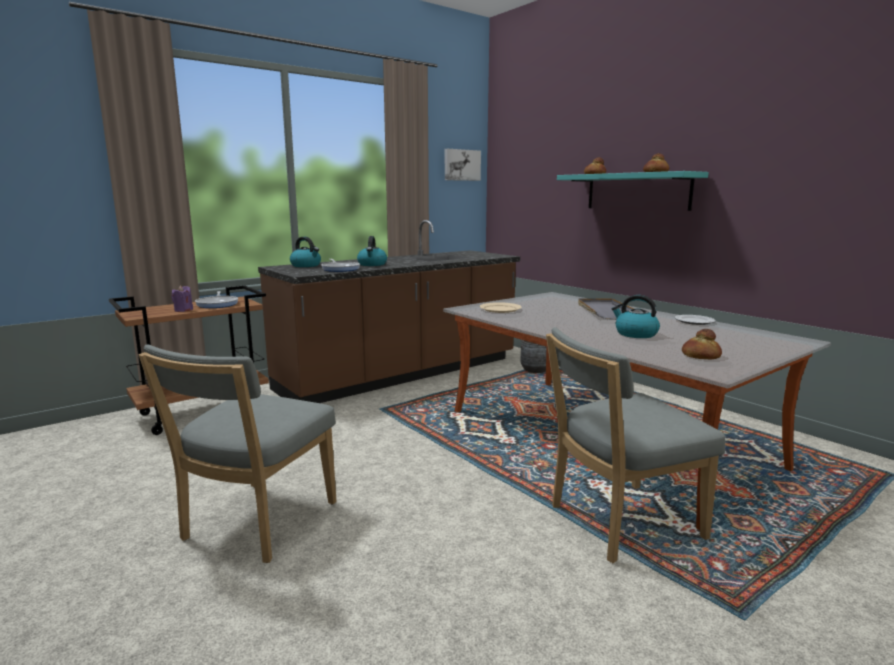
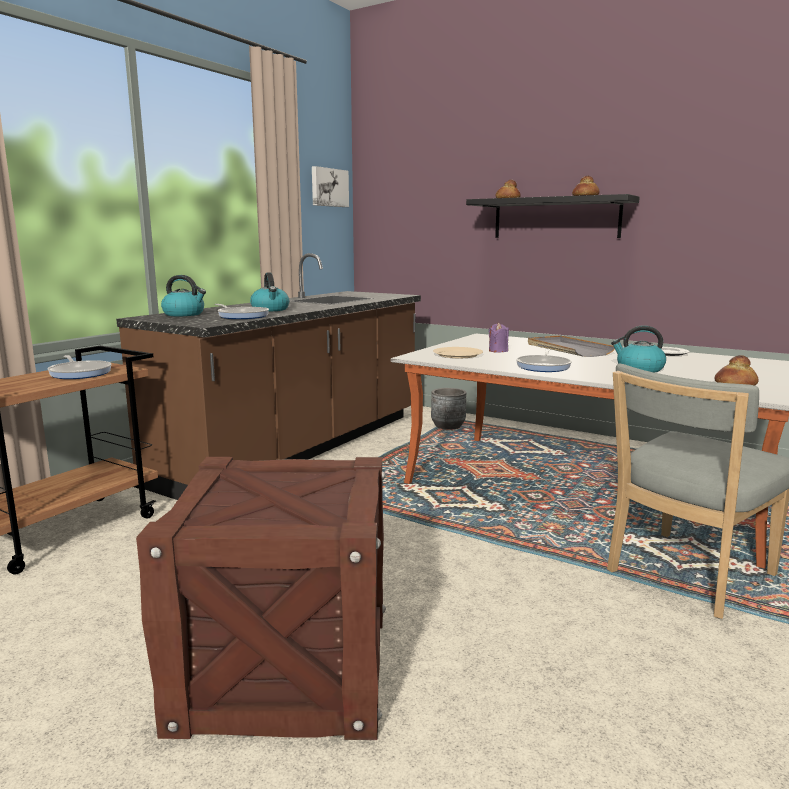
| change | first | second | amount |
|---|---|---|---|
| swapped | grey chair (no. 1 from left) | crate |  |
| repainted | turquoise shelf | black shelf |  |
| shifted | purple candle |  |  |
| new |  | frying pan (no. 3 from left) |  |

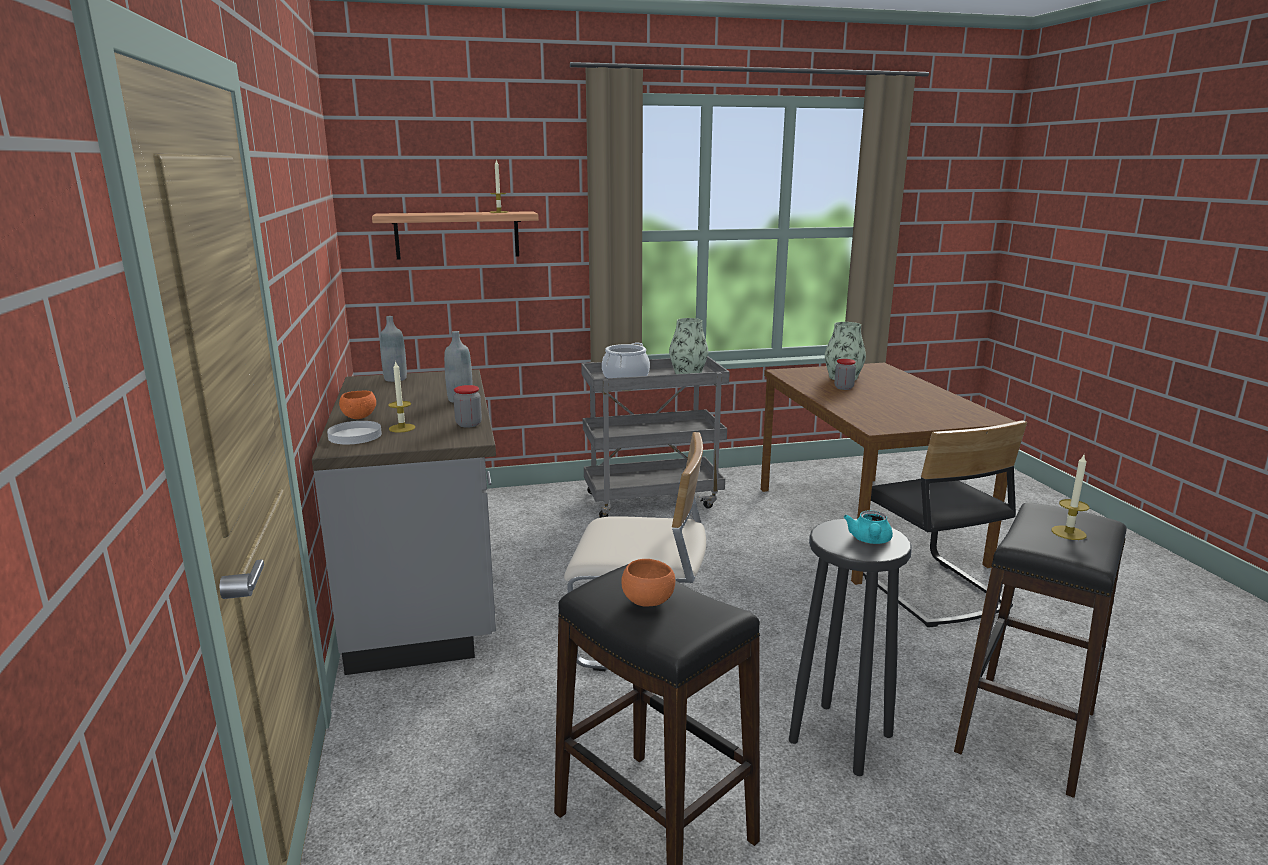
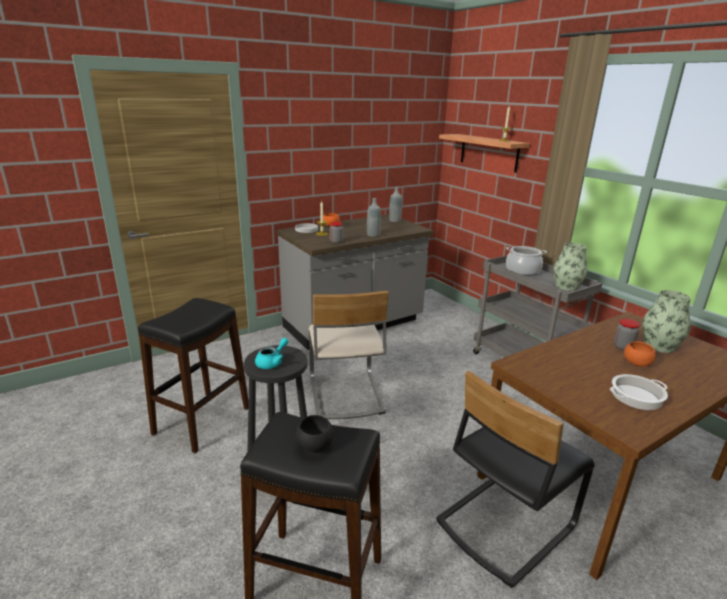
| change | first | second | amount |
|---|---|---|---|
| rotated | turquoise teapot |  | 135 degrees clockwise |
| swapped | candle (no. 3 from left) | black bowl |  |
| new |  | cooking pot (no. 2 from left) |  |
| shifted | orange bowl (no. 2 from left) |  |  |

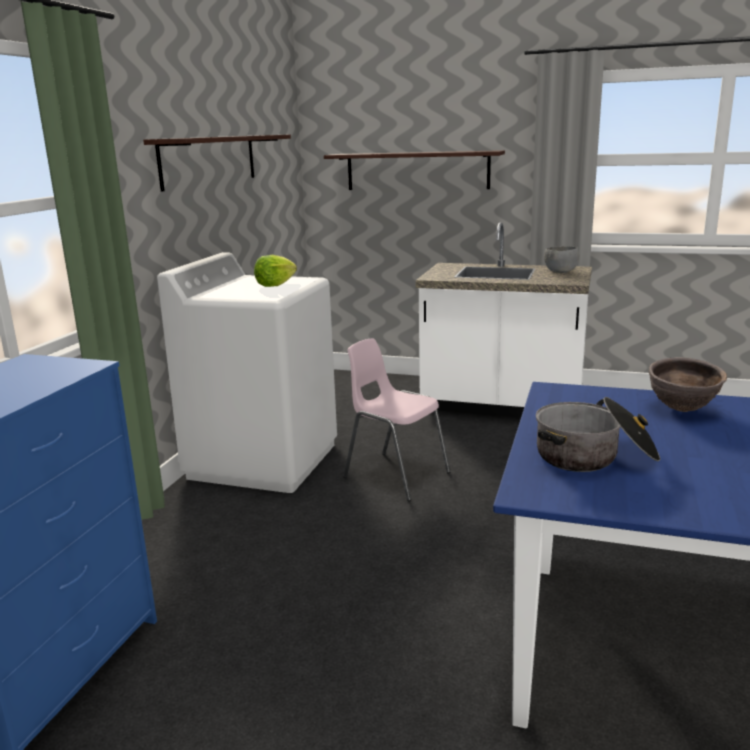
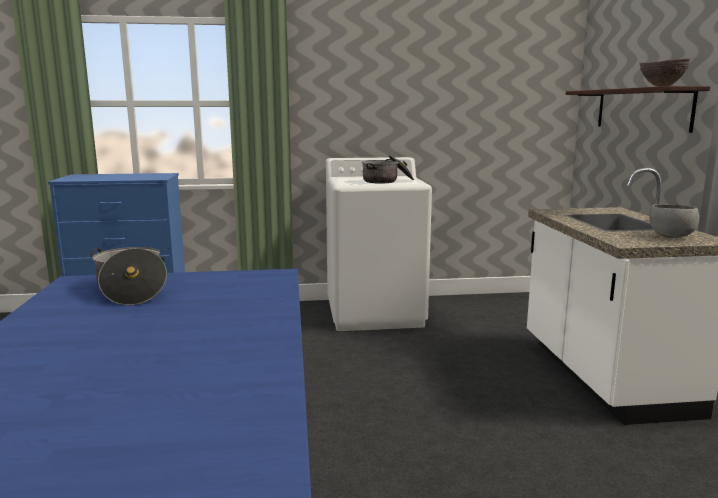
| change | first | second | amount |
|---|---|---|---|
| swapped | lettuce | cooking pot (no. 2 from left) |  |
| shifted | brown bowl |  |  |
| gone | shelf (no. 1 from left) |  |  |
| gone | pink chair |  |  |

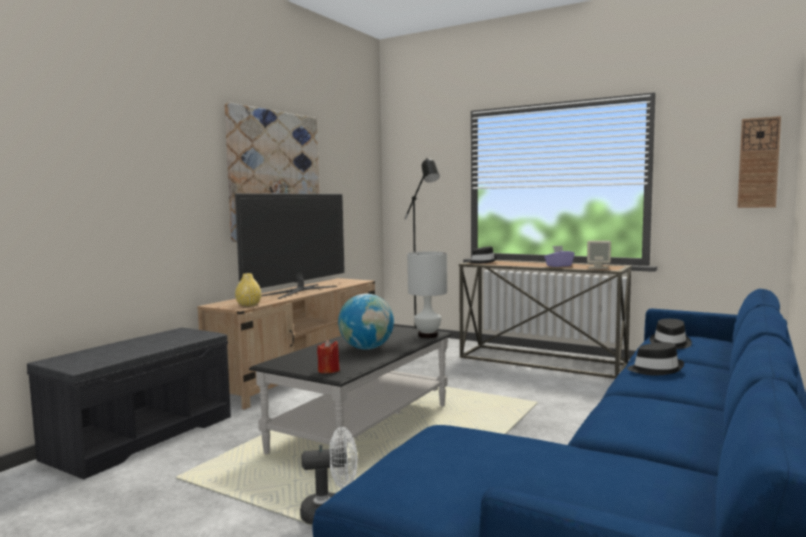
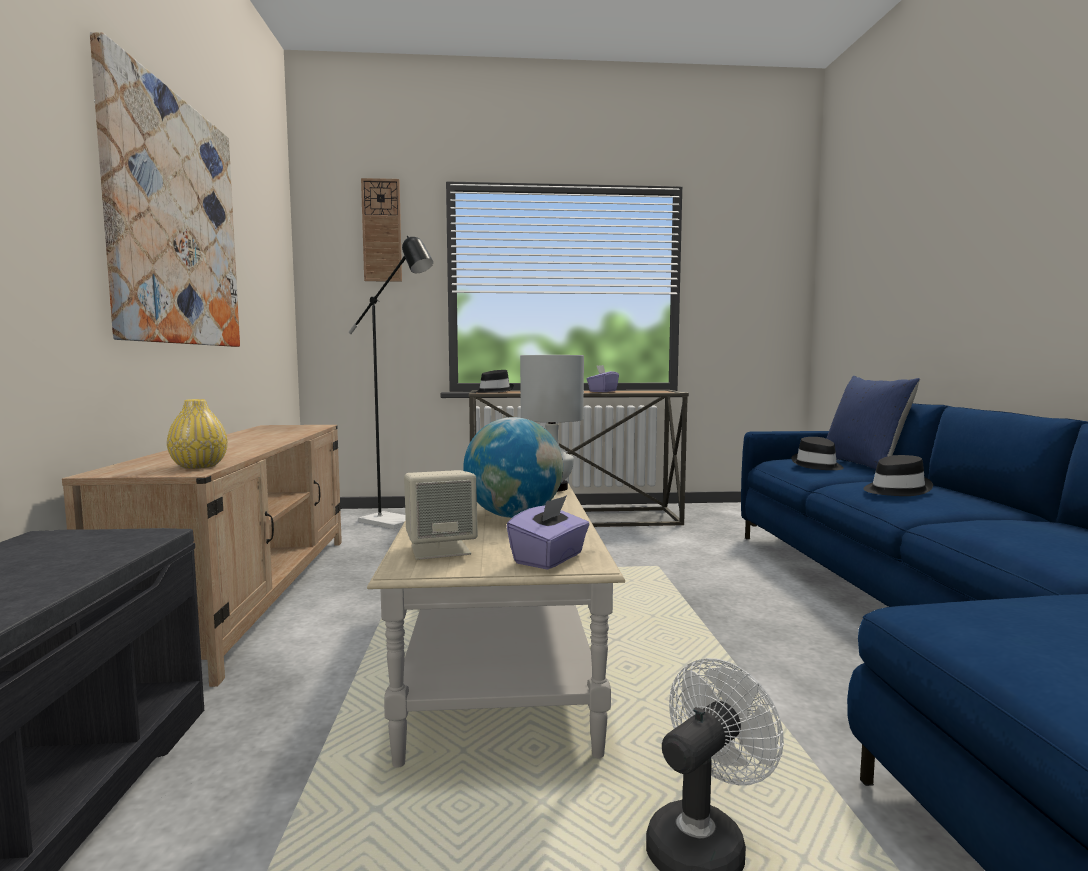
| change | first | second | amount |
|---|---|---|---|
| shifted | wall clock |  |  |
| repainted | black coffee table | beige coffee table |  |
| shifted | beige speaker |  |  |
| swapped | red candle | purple tissue box (no. 1 from left) |  |
| new |  | blue pillow |  |
| gone | television |  |  |

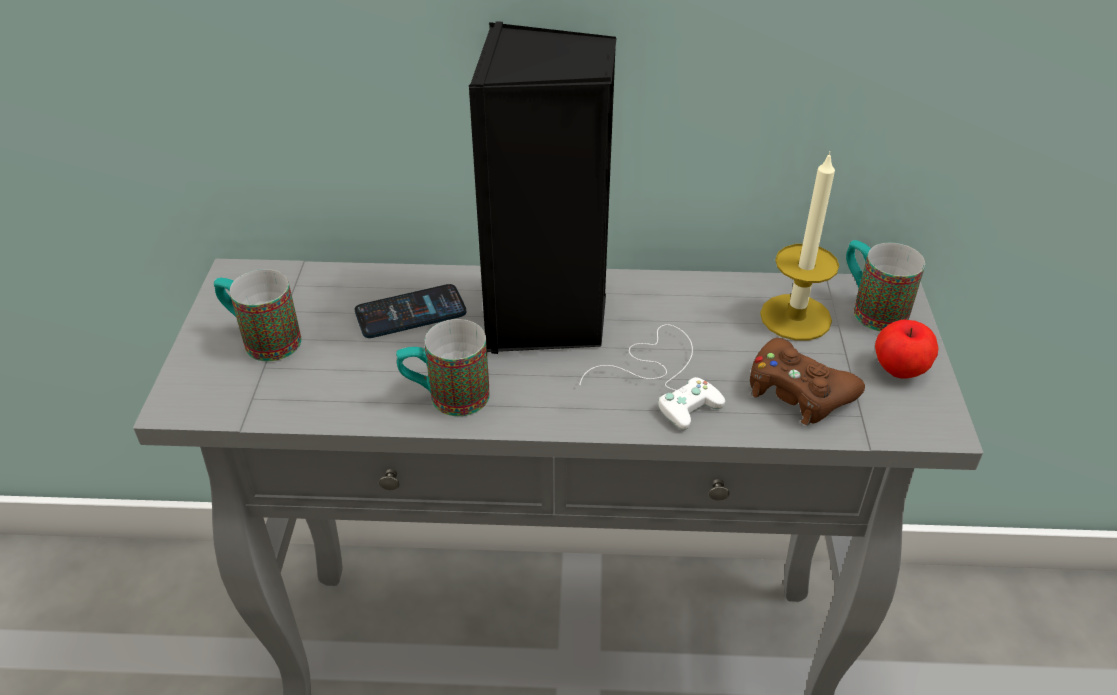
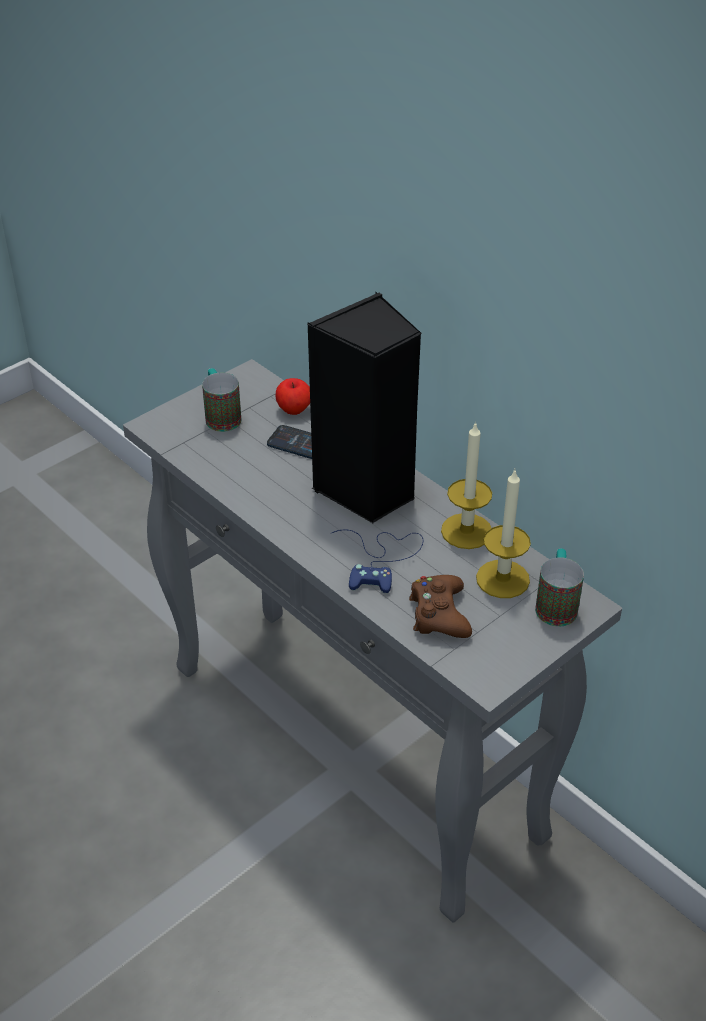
| change | first | second | amount |
|---|---|---|---|
| shifted | apple |  |  |
| repainted | white game controller | blue game controller |  |
| new |  | candle (no. 1 from left) |  |
| gone | mug (no. 2 from left) |  |  |

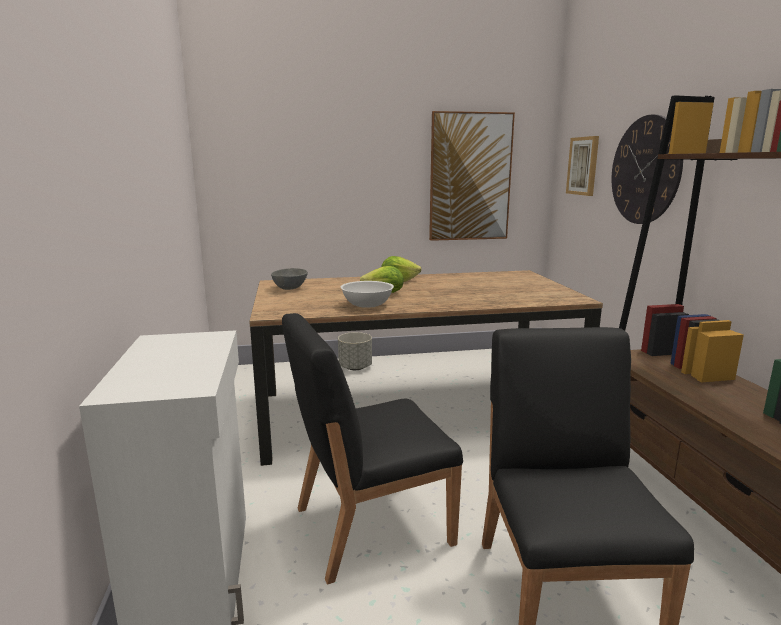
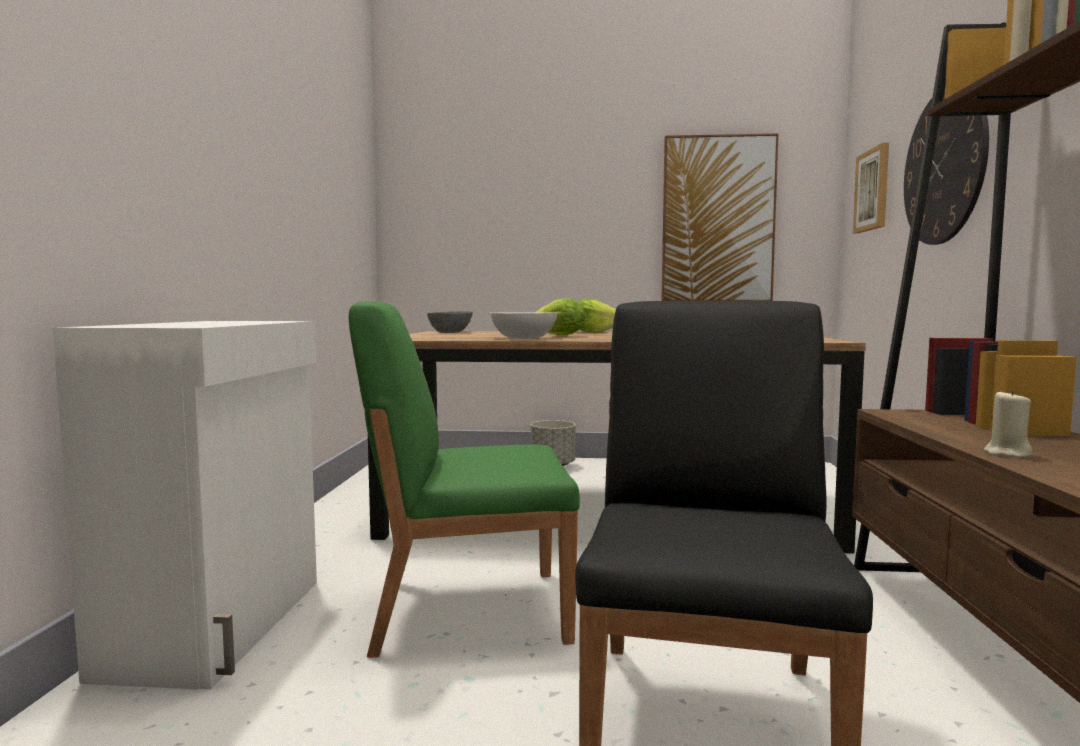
| change | first | second | amount |
|---|---|---|---|
| repainted | black chair (no. 1 from left) | green chair |  |
| new |  | beige candle |  |

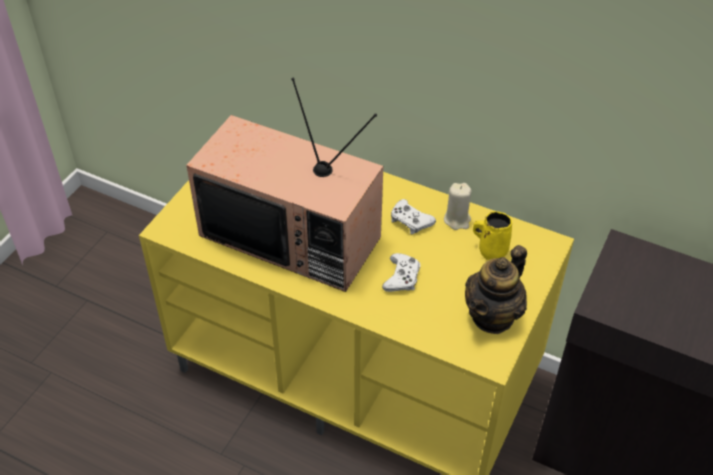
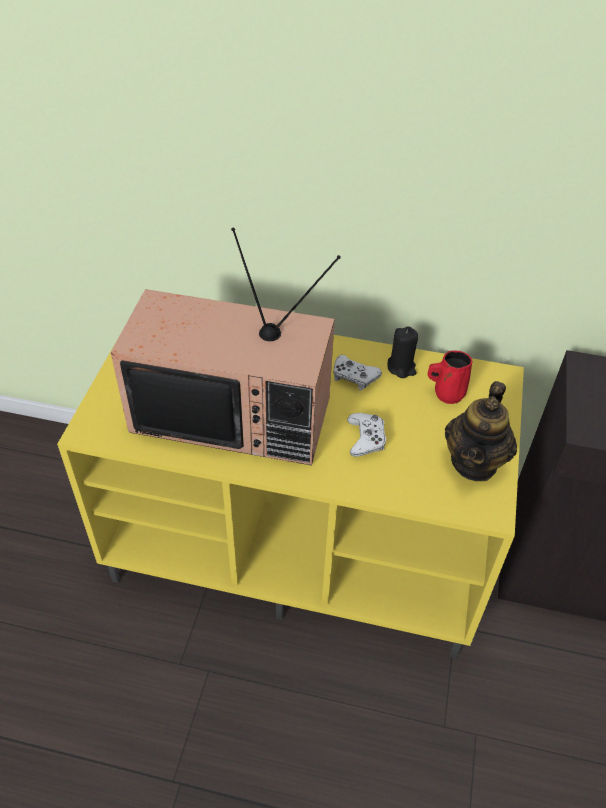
| change | first | second | amount |
|---|---|---|---|
| repainted | beige candle | black candle |  |
| repainted | yellow mug | red mug |  |

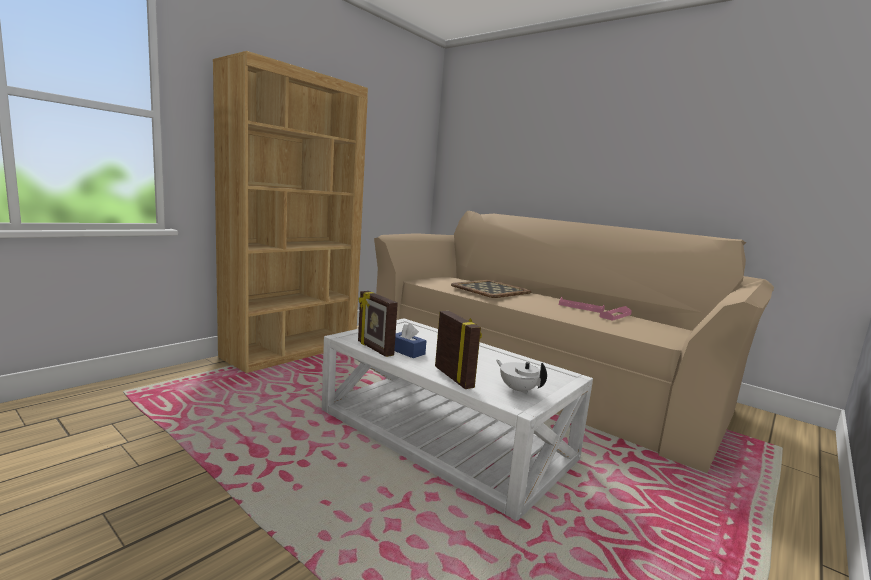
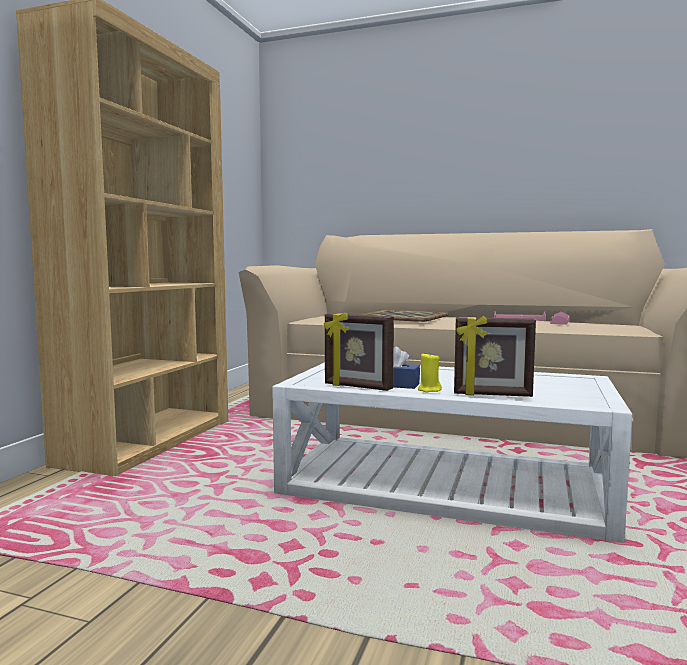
| change | first | second | amount |
|---|---|---|---|
| new |  | yellow candle |  |
| rotated | picture frame (no. 2 from left) |  | 150 degrees clockwise |
| gone | white teapot |  |  |

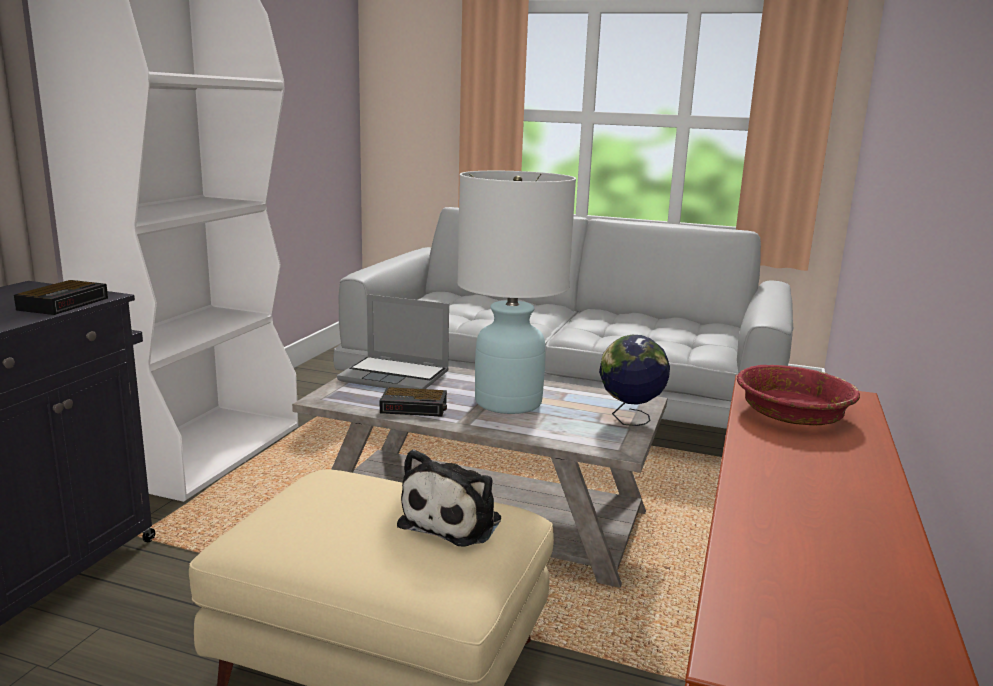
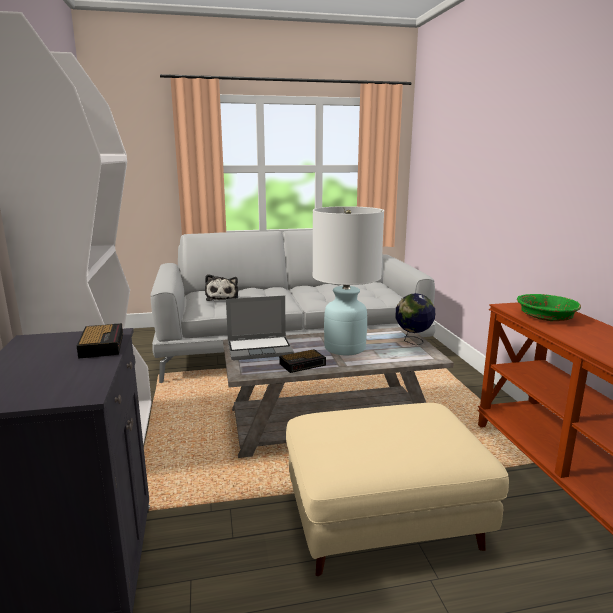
| change | first | second | amount |
|---|---|---|---|
| shifted | plush toy |  |  |
| repainted | red bowl | green bowl |  |

